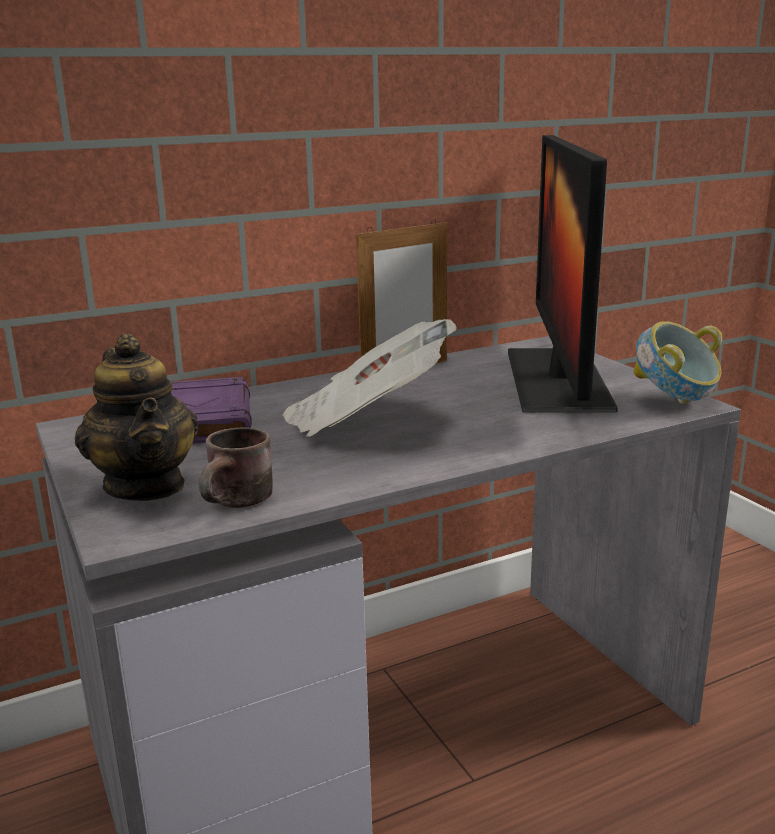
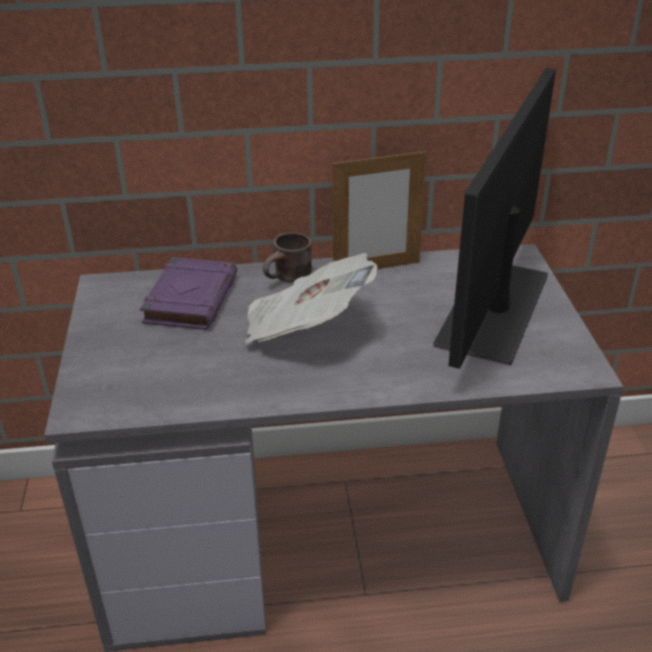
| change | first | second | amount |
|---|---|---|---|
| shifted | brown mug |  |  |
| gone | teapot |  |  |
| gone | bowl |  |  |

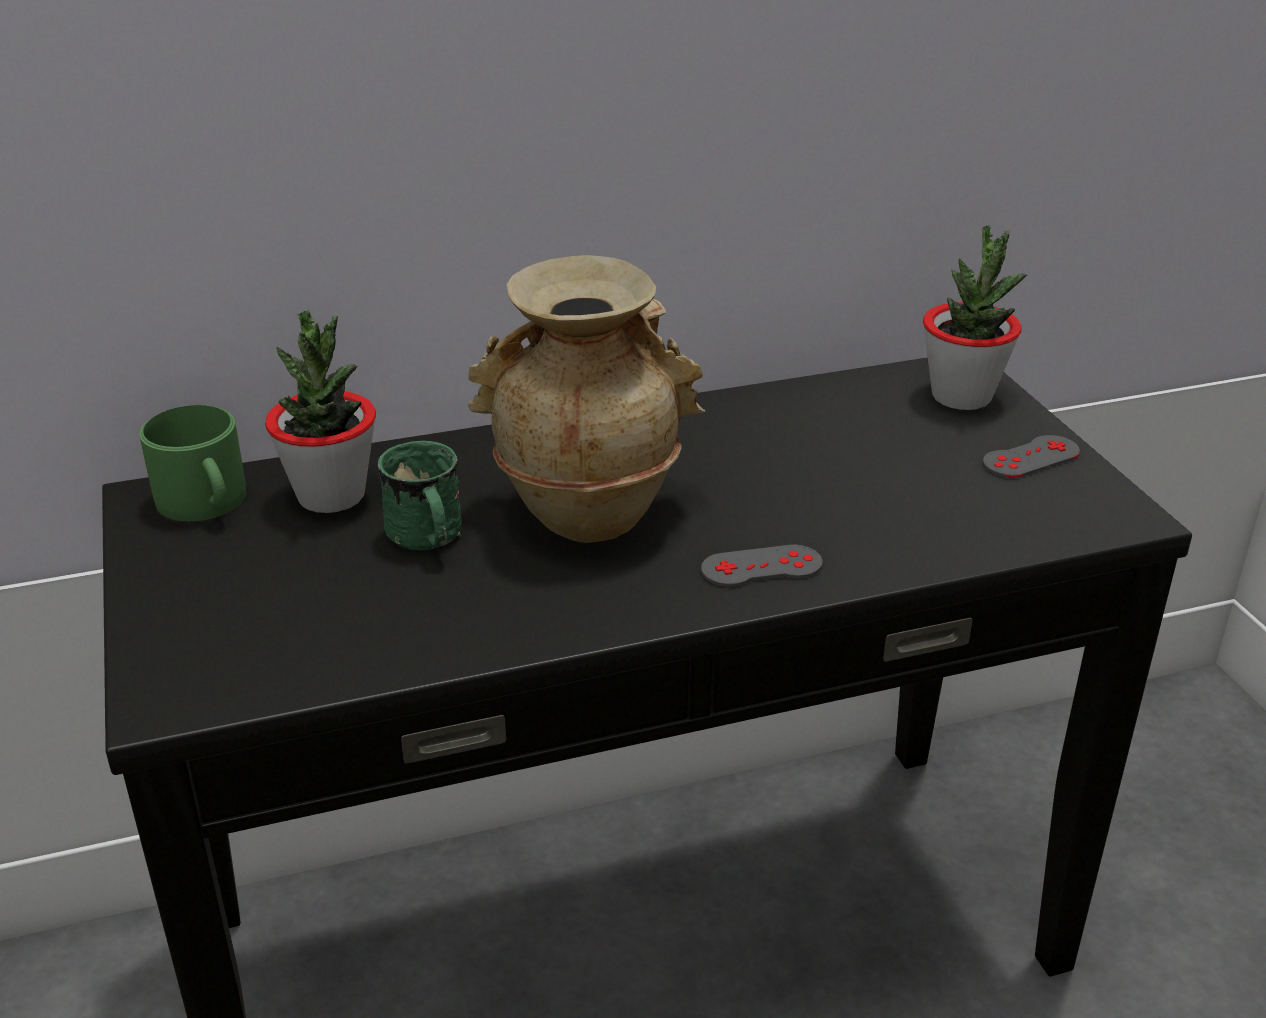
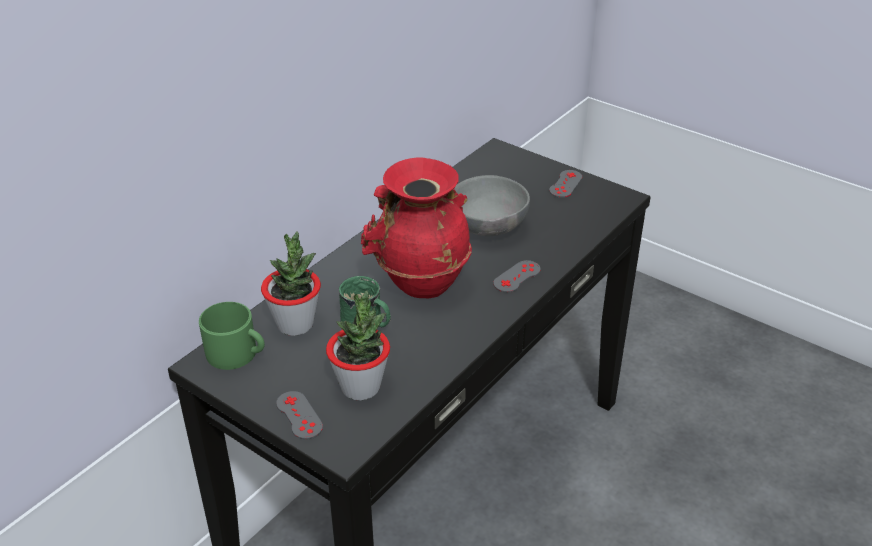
| change | first | second | amount |
|---|---|---|---|
| new |  | grey game controller (no. 1 from left) |  |
| shifted | potted plant (no. 2 from left) |  |  |
| repainted | beige vase | red vase |  |
| new |  | grey bowl |  |

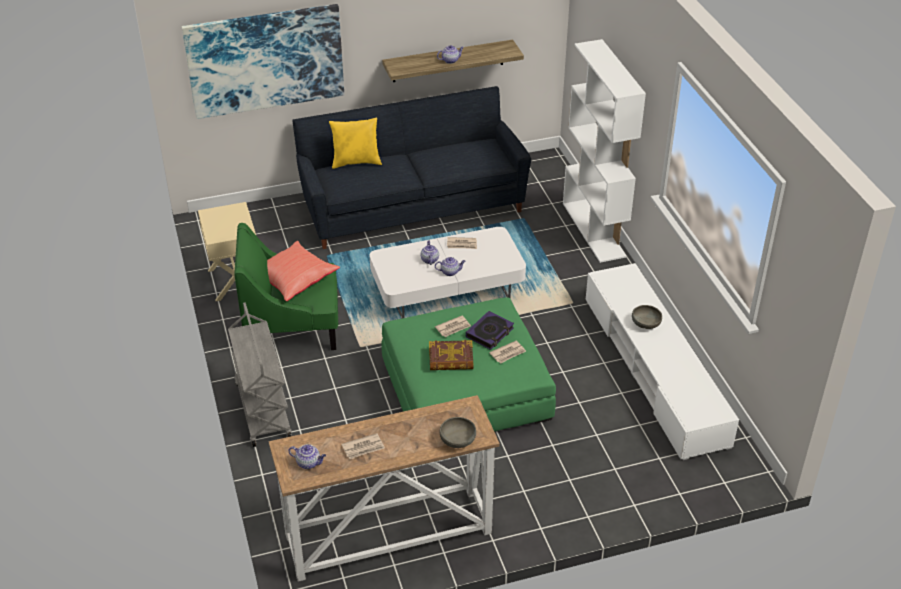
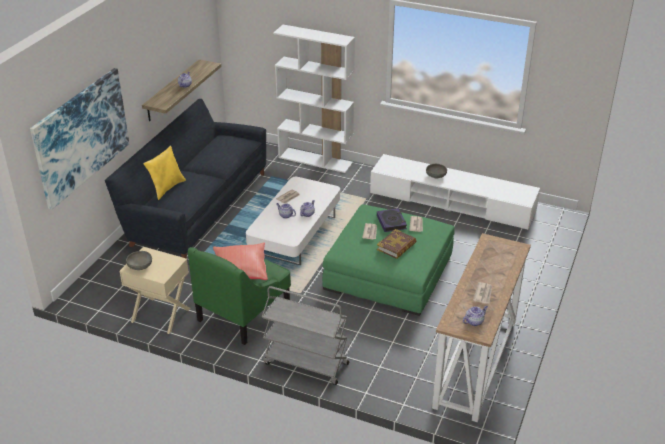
| change | first | second | amount |
|---|---|---|---|
| shifted | grey bowl (no. 1 from left) |  |  |

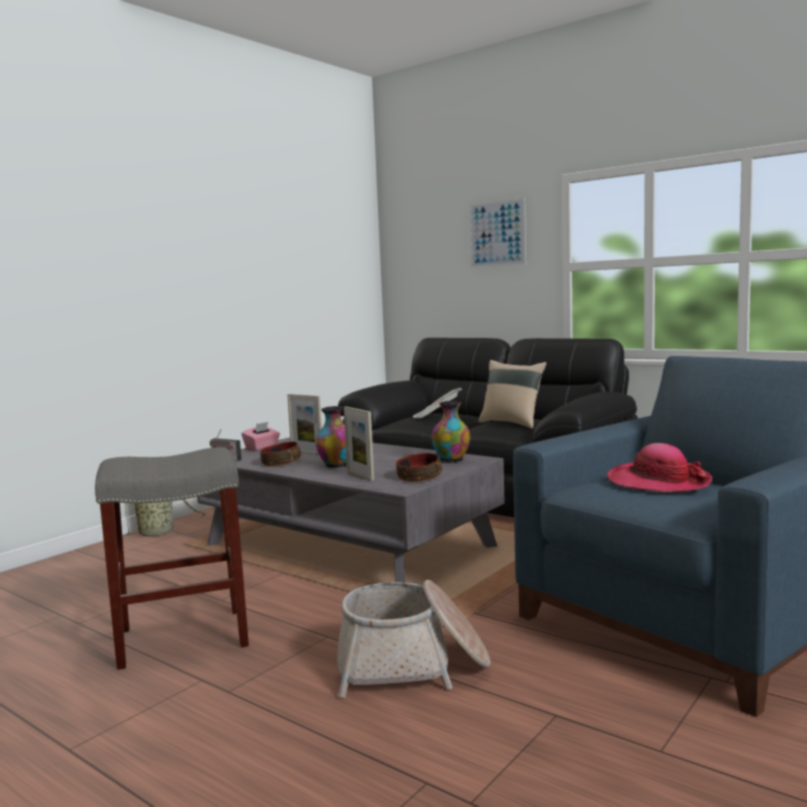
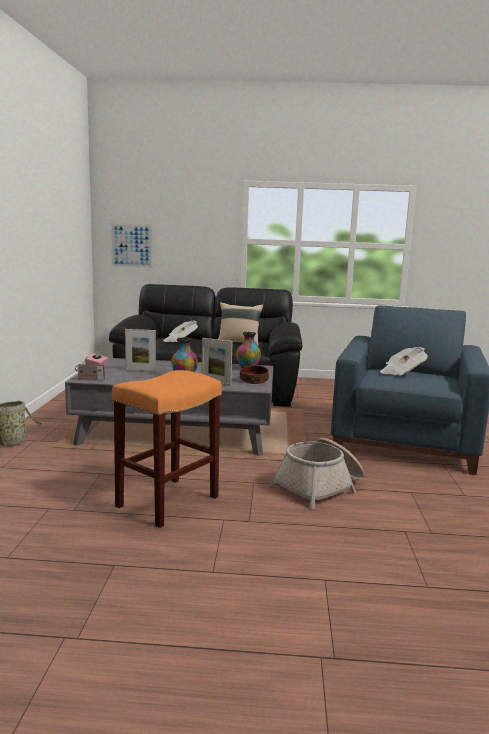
| change | first | second | amount |
|---|---|---|---|
| shifted | picture |  |  |
| repainted | grey stool | orange stool |  |
| swapped | hat | newspaper (no. 2 from left) |  |
| gone | bowl (no. 1 from left) |  |  |

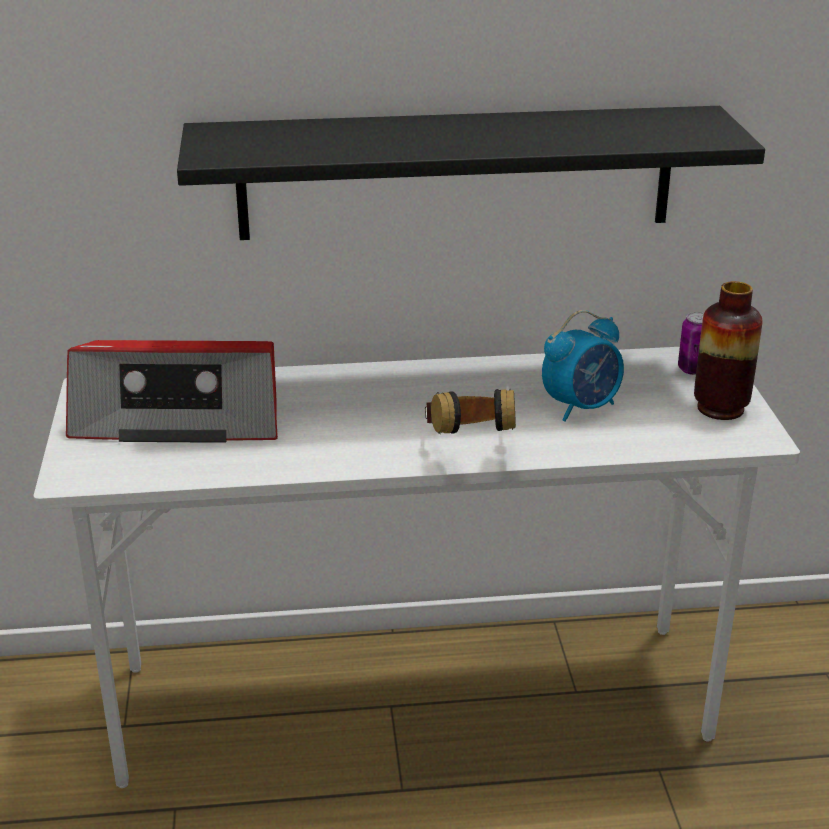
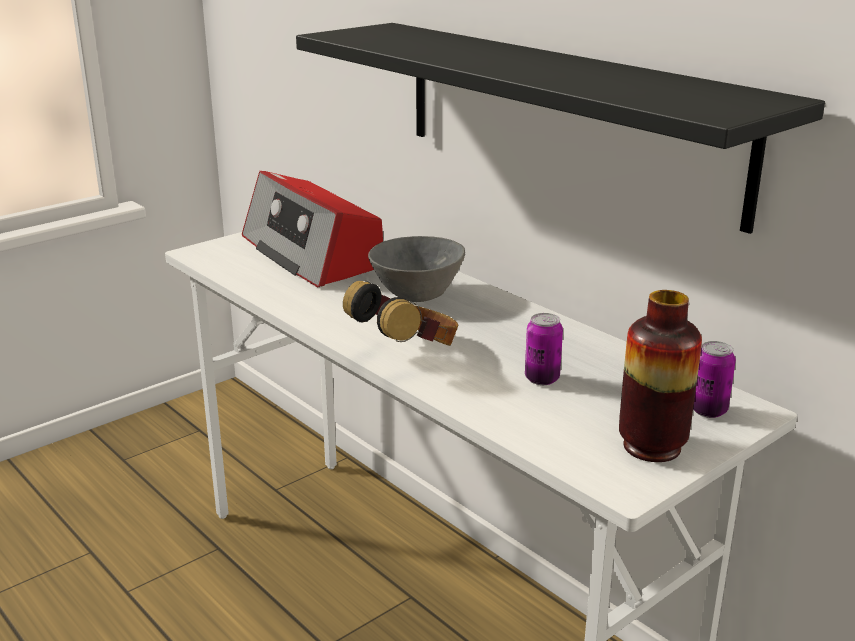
| change | first | second | amount |
|---|---|---|---|
| new |  | grey bowl |  |
| swapped | alarm clock | can (no. 1 from left) |  |

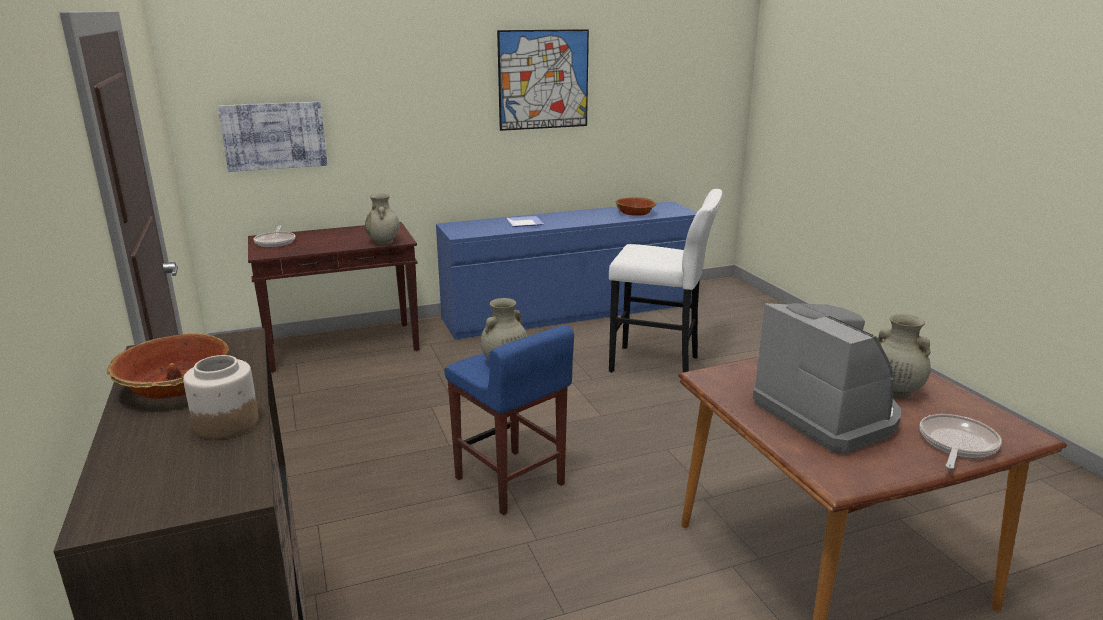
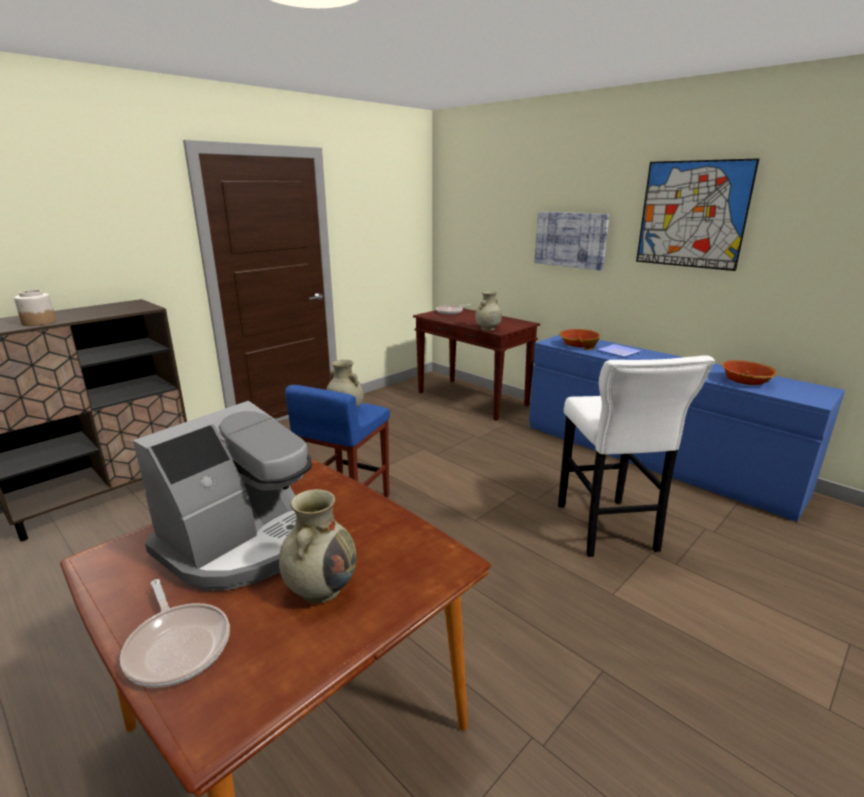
| change | first | second | amount |
|---|---|---|---|
| rotated | frying pan (no. 2 from left in the first image) | frying pan (no. 1 from left) | 45 degrees clockwise |
| shifted | picture (no. 1 from left) |  |  |
| shifted | bowl (no. 1 from left) |  |  |

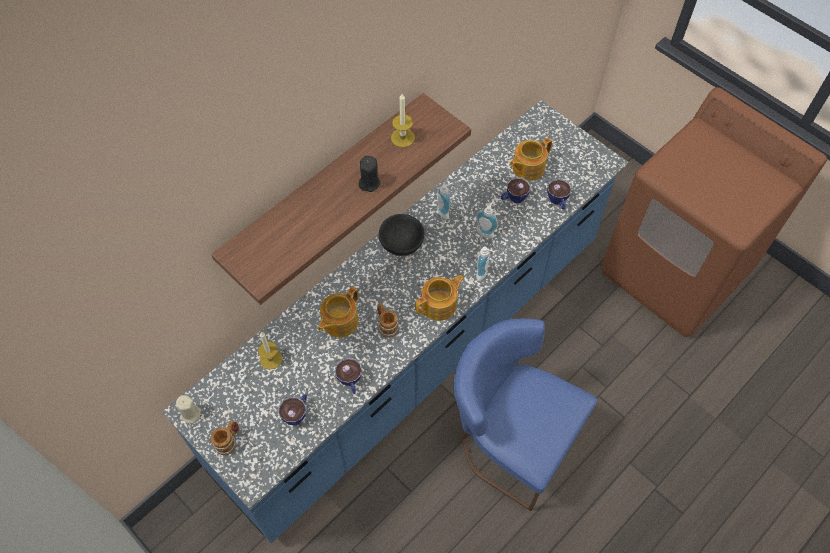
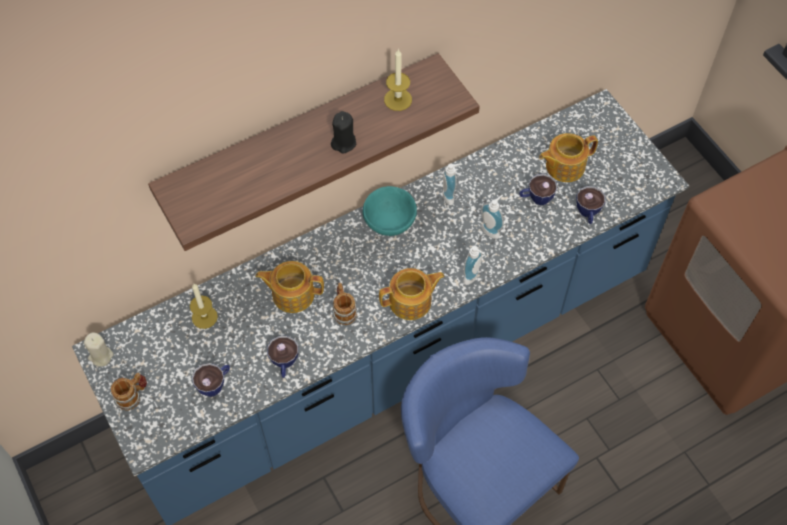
| change | first | second | amount |
|---|---|---|---|
| rotated | teapot (no. 1 from left) |  | 45 degrees clockwise |
| repainted | black bowl | turquoise bowl |  |

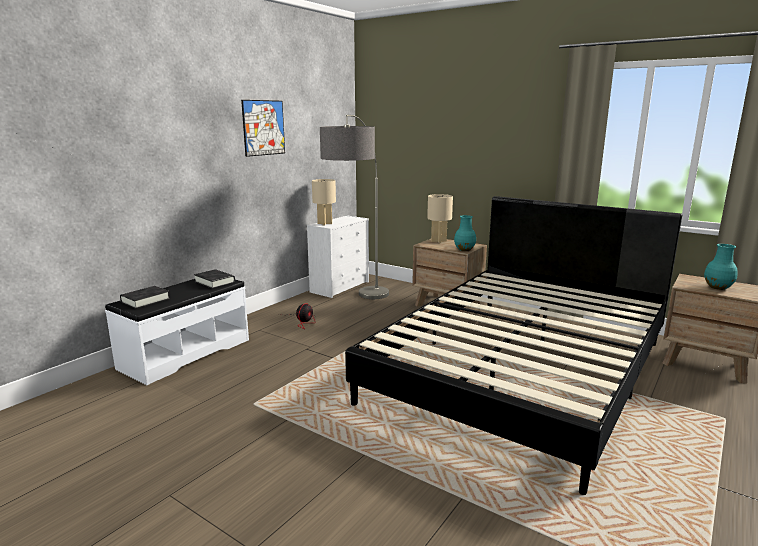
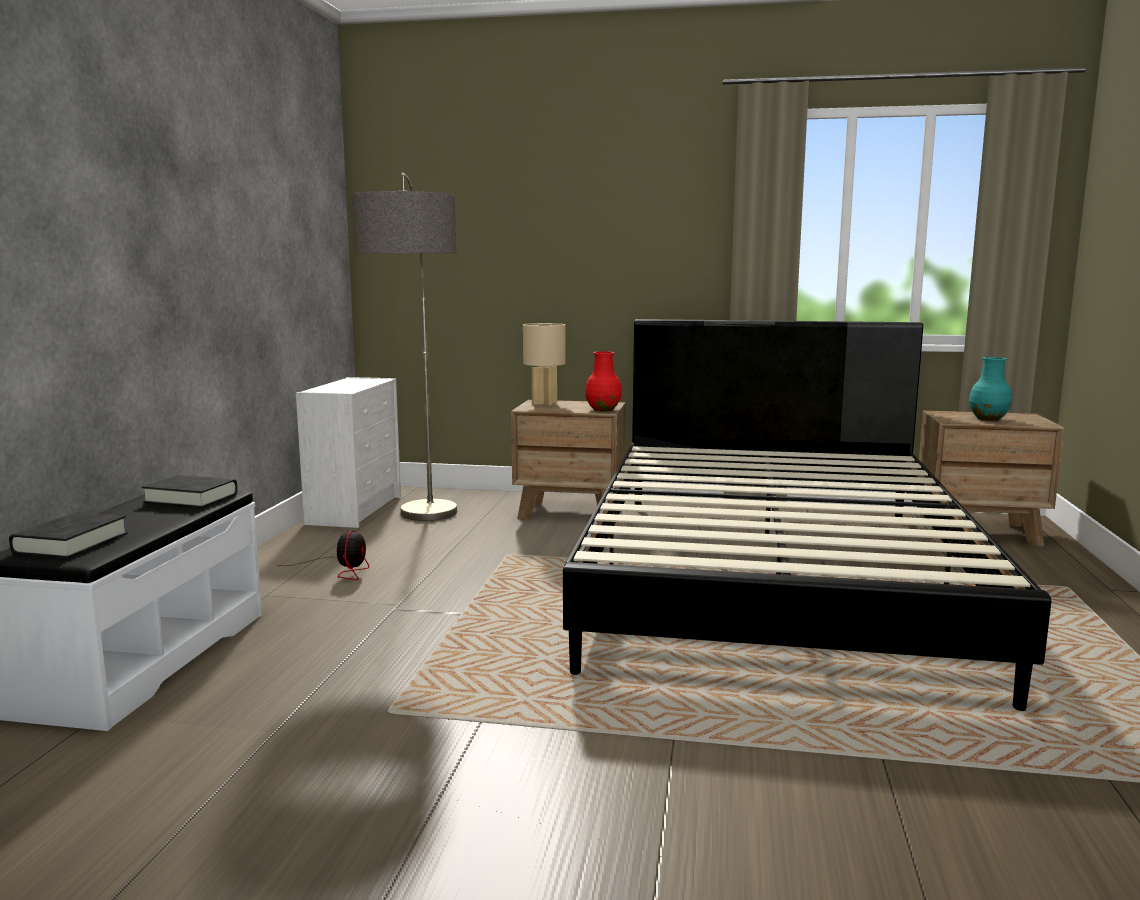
| change | first | second | amount |
|---|---|---|---|
| repainted | turquoise vase (no. 1 from left) | red vase |  |
| gone | picture |  |  |
| gone | beige table lamp (no. 1 from left) |  |  |

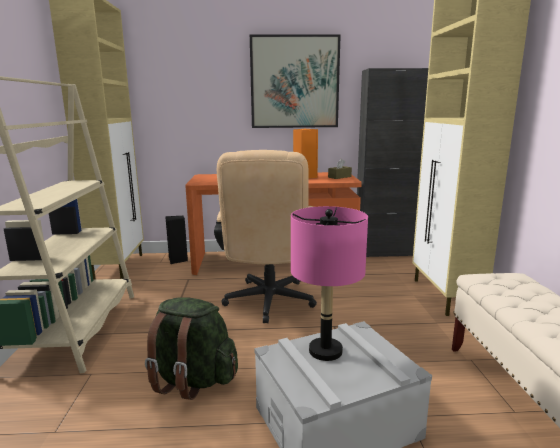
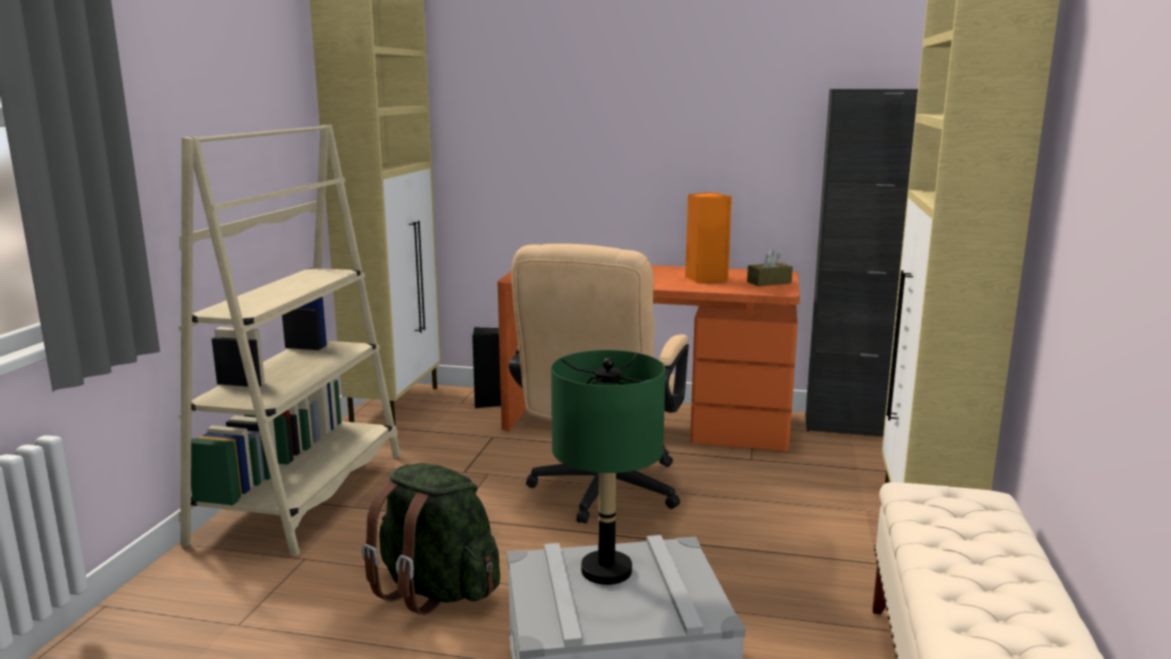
| change | first | second | amount |
|---|---|---|---|
| repainted | pink table lamp | green table lamp |  |
| gone | picture |  |  |

